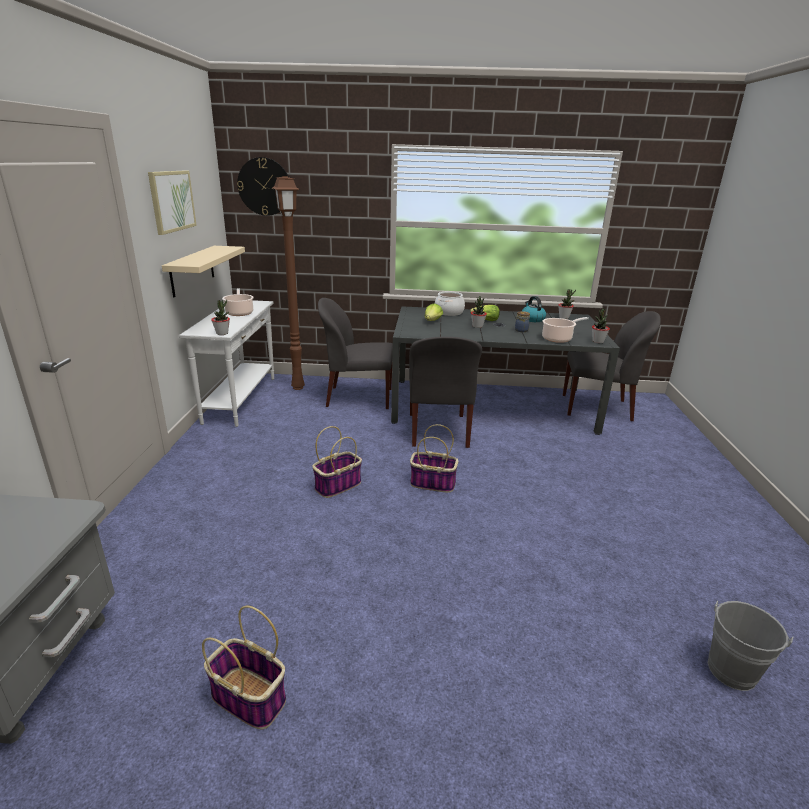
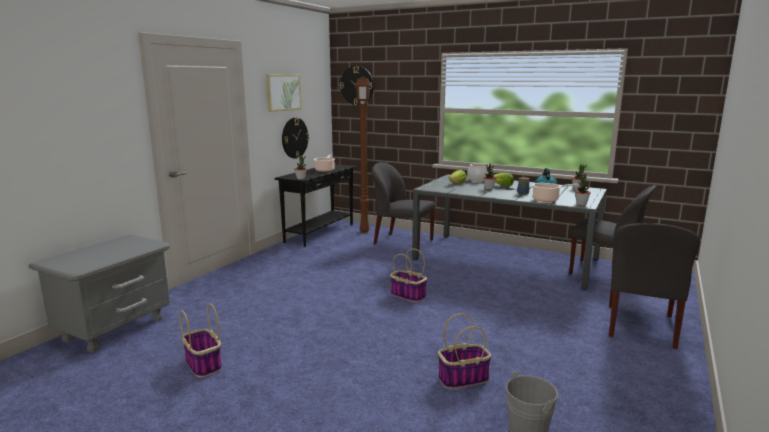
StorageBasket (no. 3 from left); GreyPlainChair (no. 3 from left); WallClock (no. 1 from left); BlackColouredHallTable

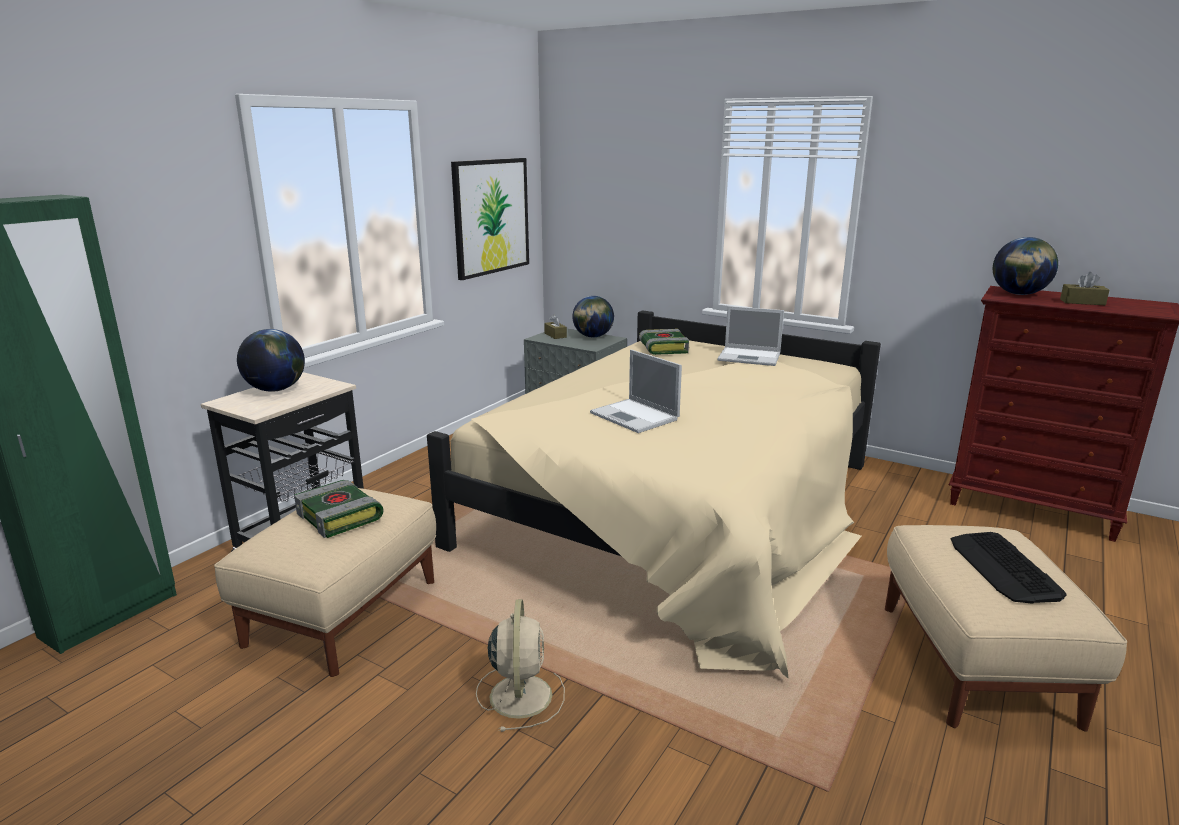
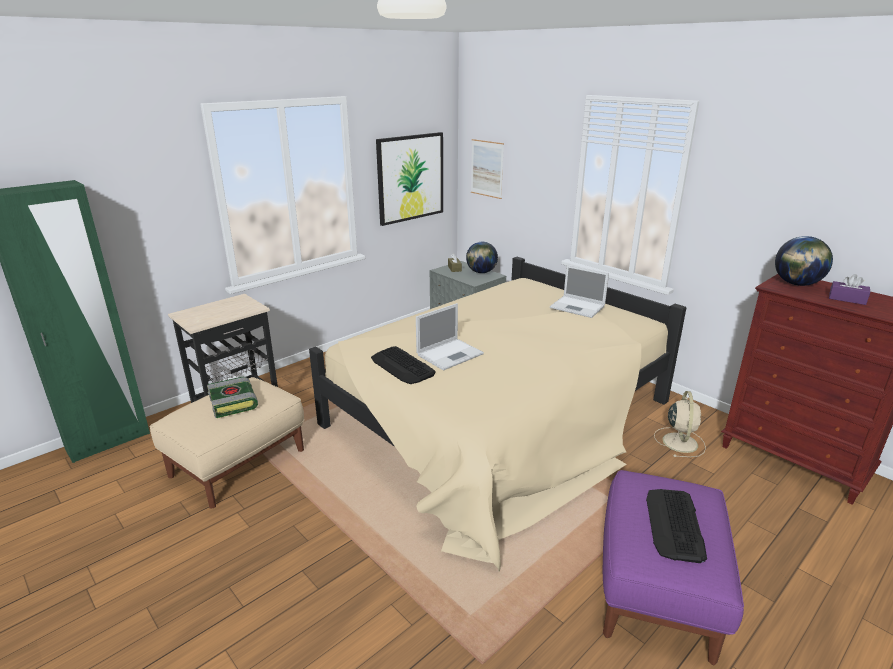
DeskGlobe (no. 1 from left in the first image); Volume (no. 2 from left in the first image); ComputerKeyboard (no. 1 from left); Picture (no. 2 from left); SandColouredFan; PurpleColouredFootrest; PurpleColouredBoxOfTissues; PortableComputer (no. 1 from left)

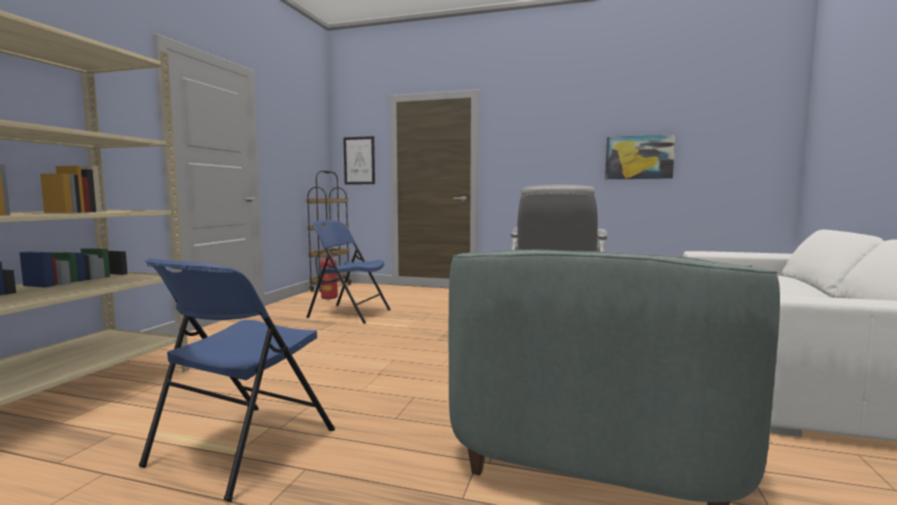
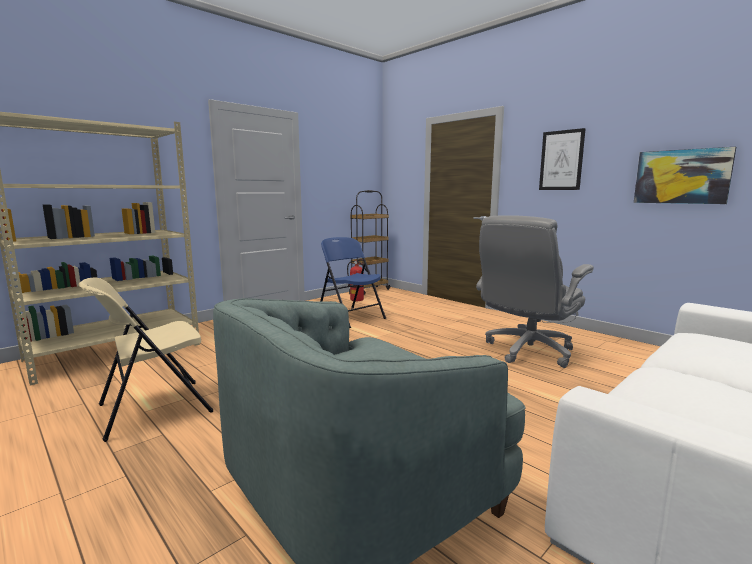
Picture (no. 1 from left); SandColouredPlainChair

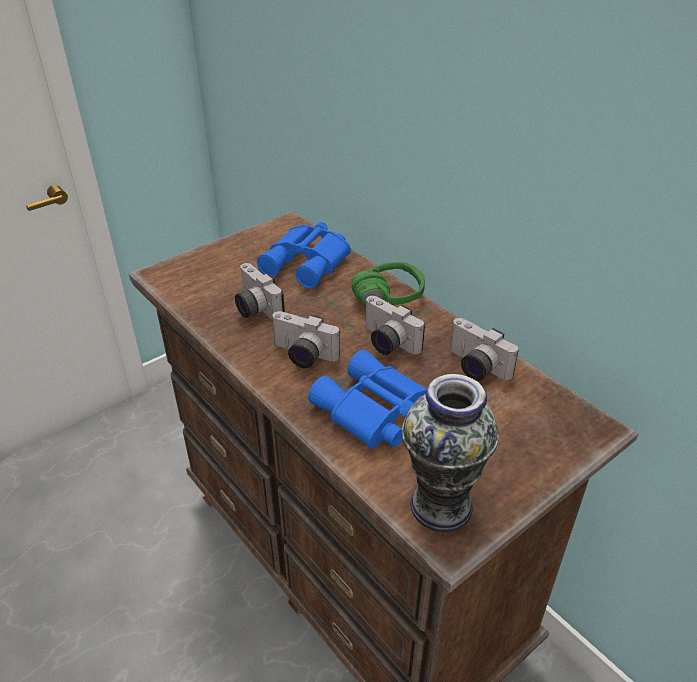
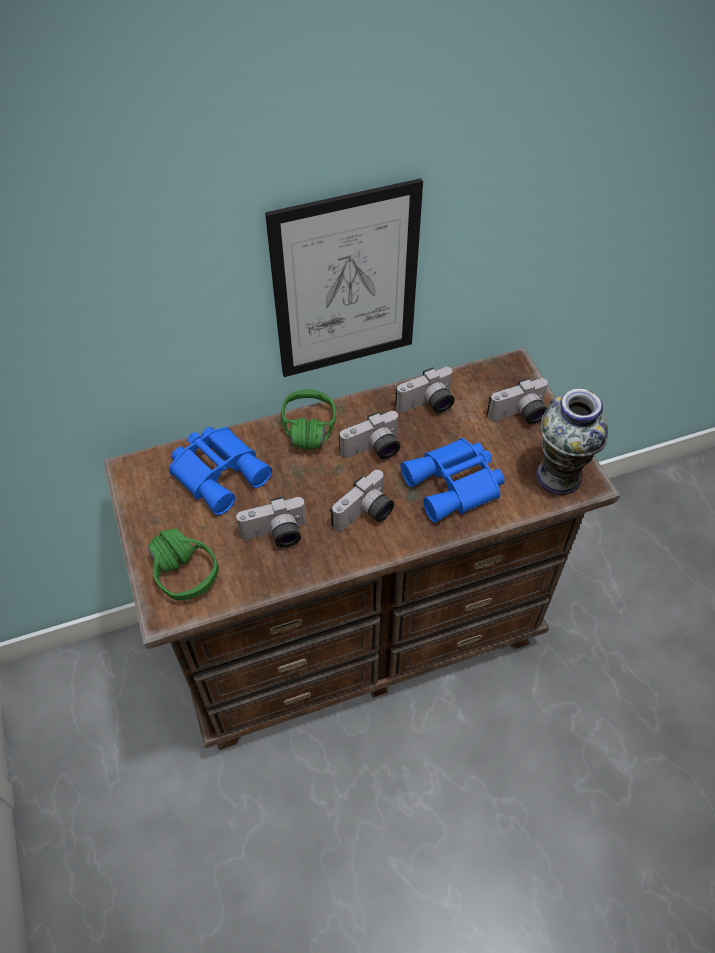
GreenishHeadphones (no. 1 from left); Picture; StillCamera (no. 5 from left)

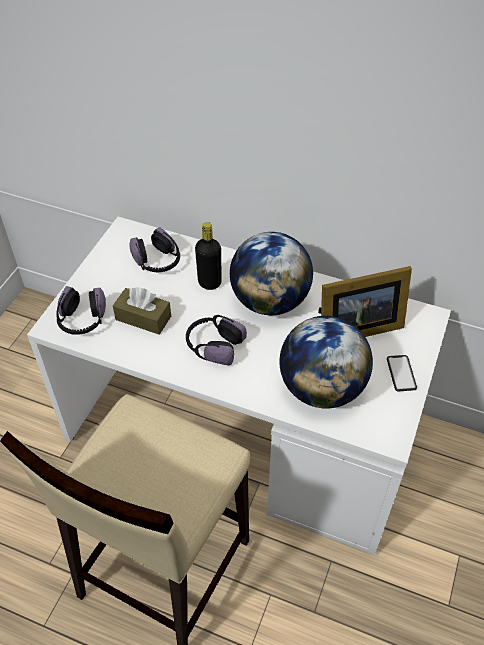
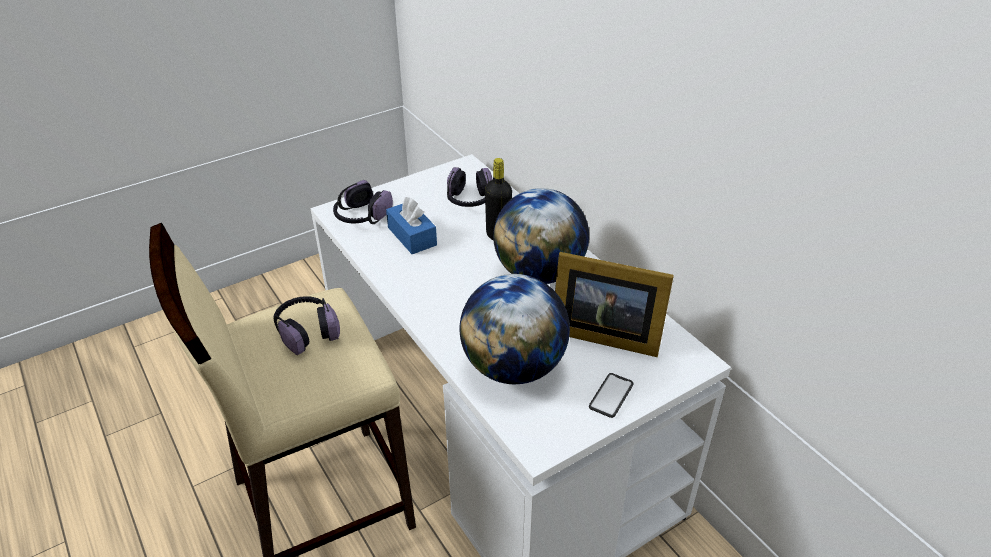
Headphones (no. 1 from left); BluishBoxOfTissues

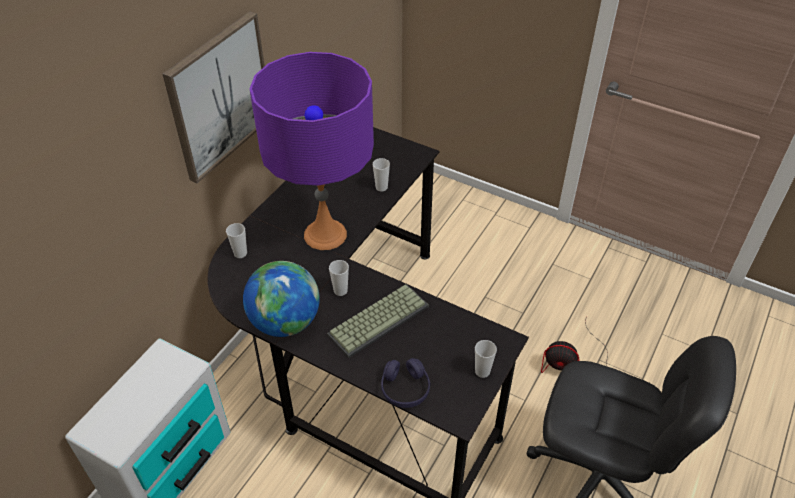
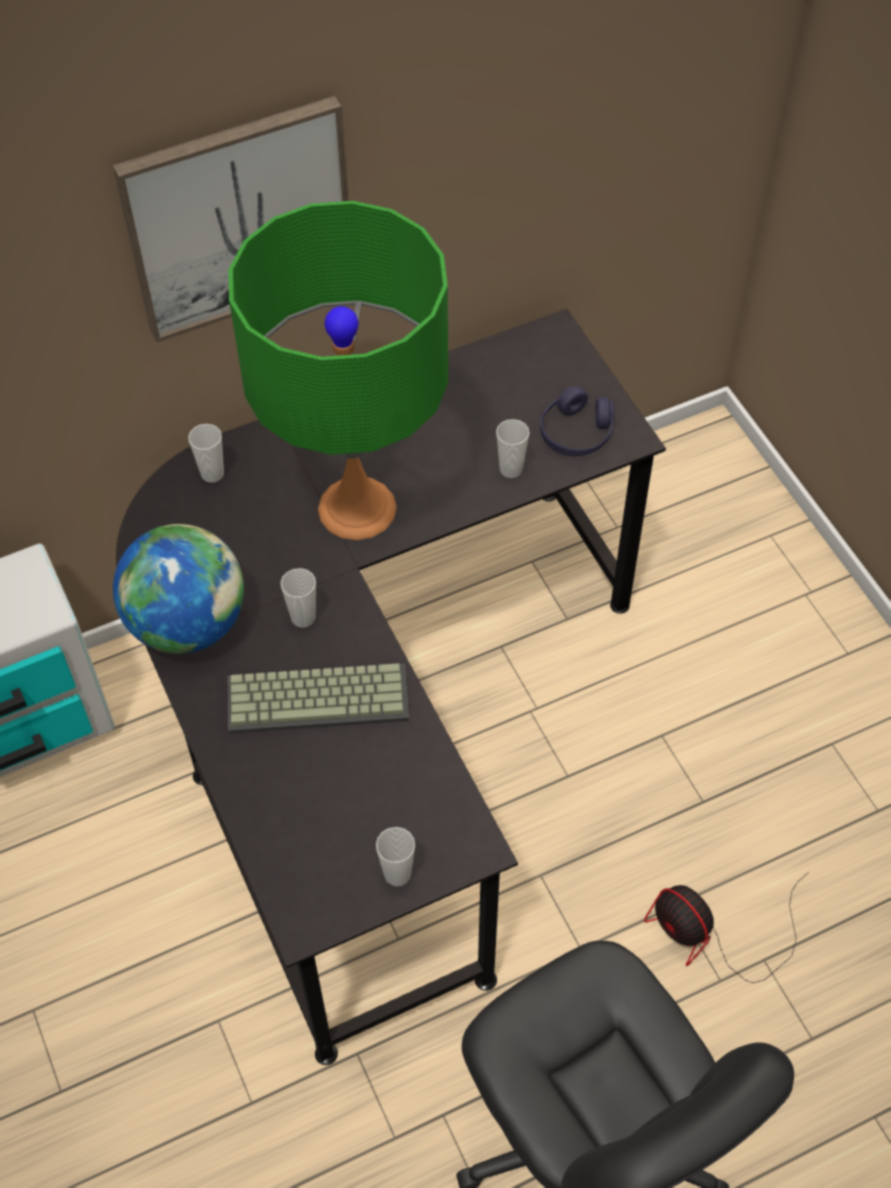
PurpleColouredHeadphones; GreenishTableLamp

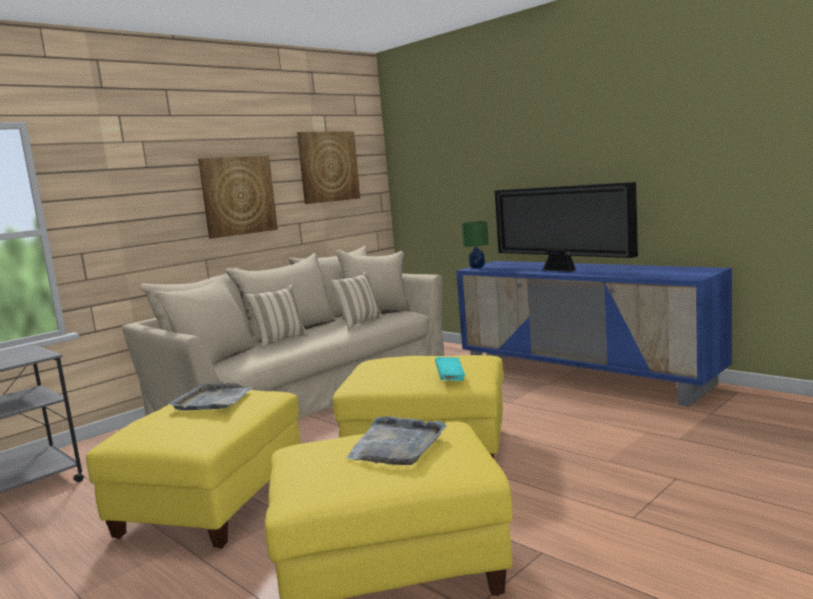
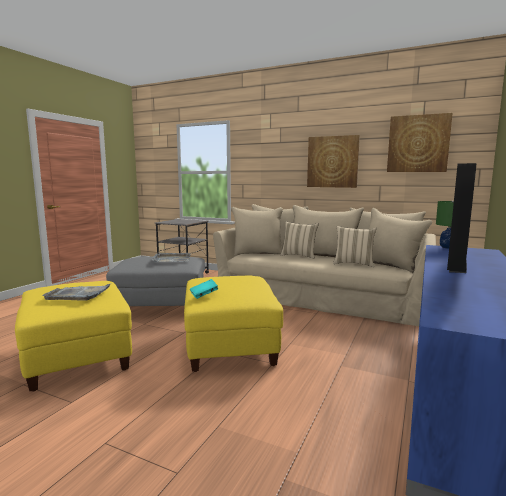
GreyFootrest

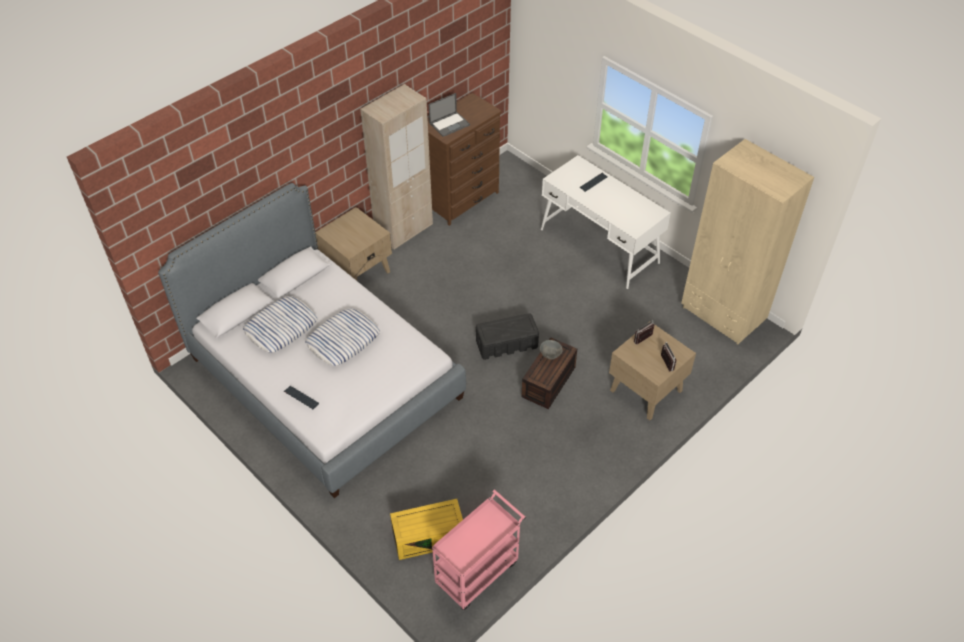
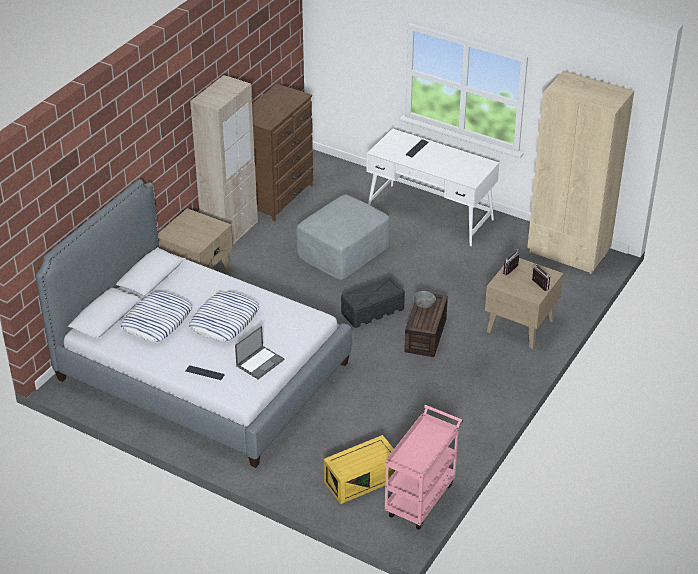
GreyFootrest; PortableComputer

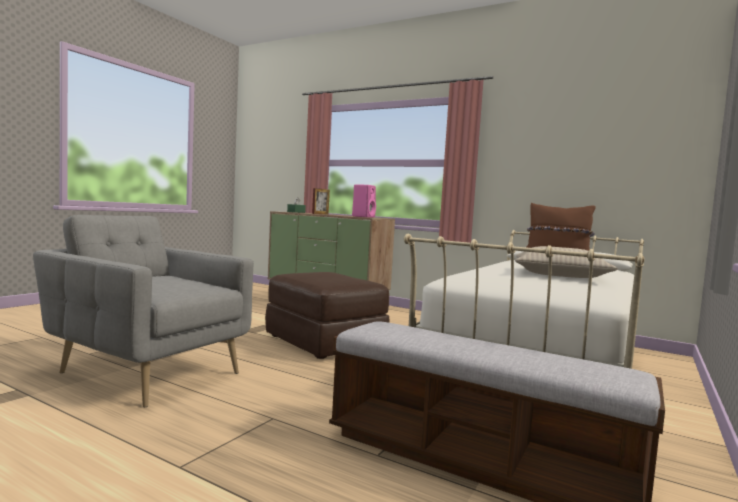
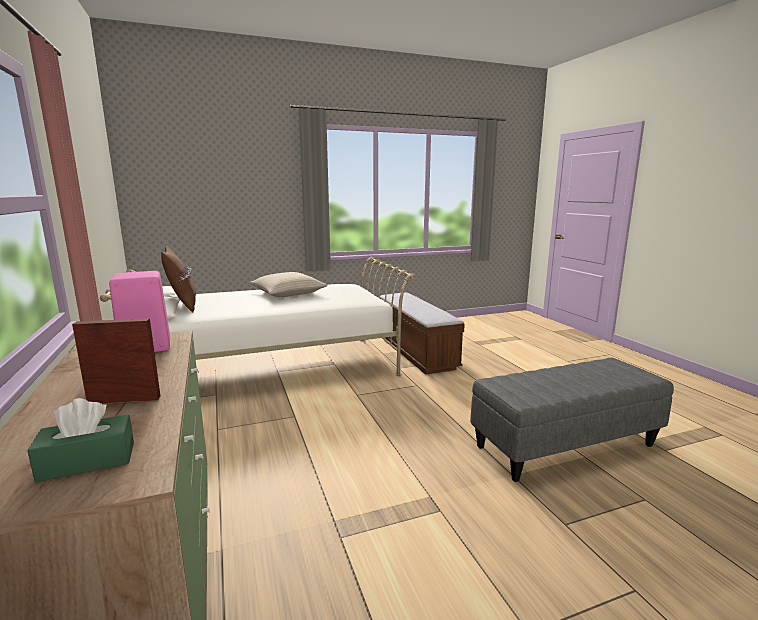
BrownColouredFootrest; GreyFootrest

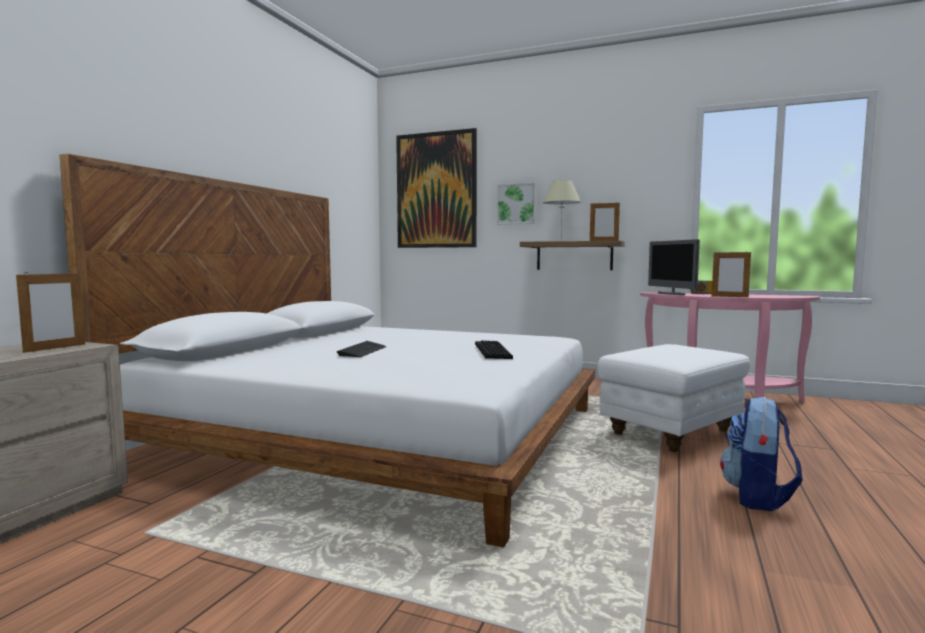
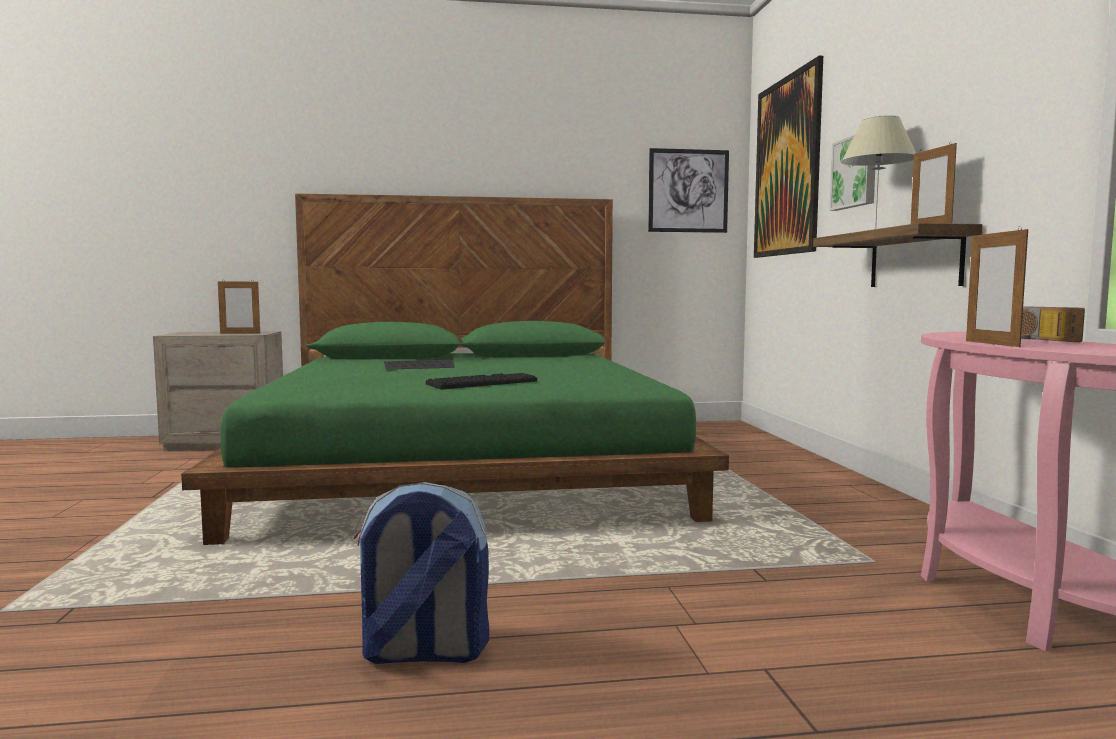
WhitishFootrest; ComputerDisplay; Picture (no. 1 from left); GreenishBed

